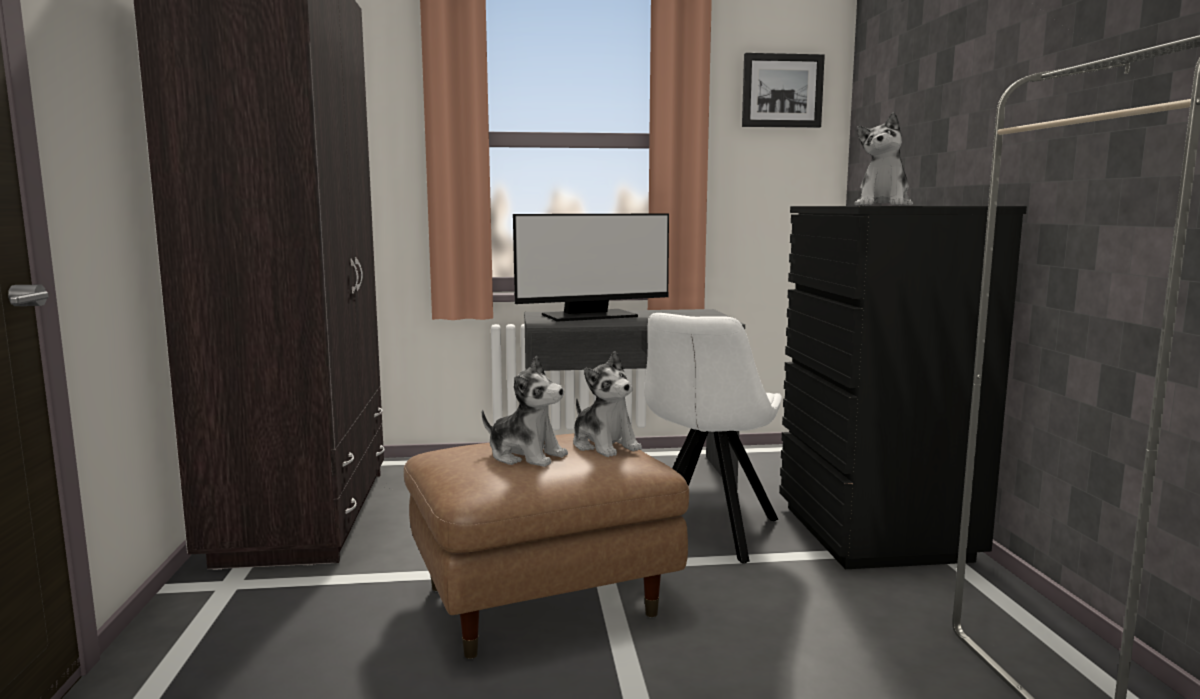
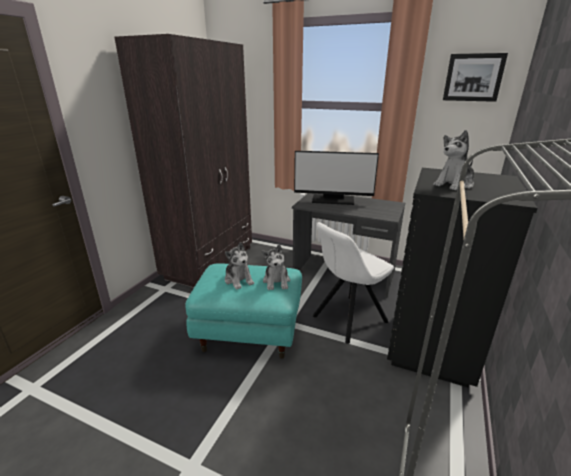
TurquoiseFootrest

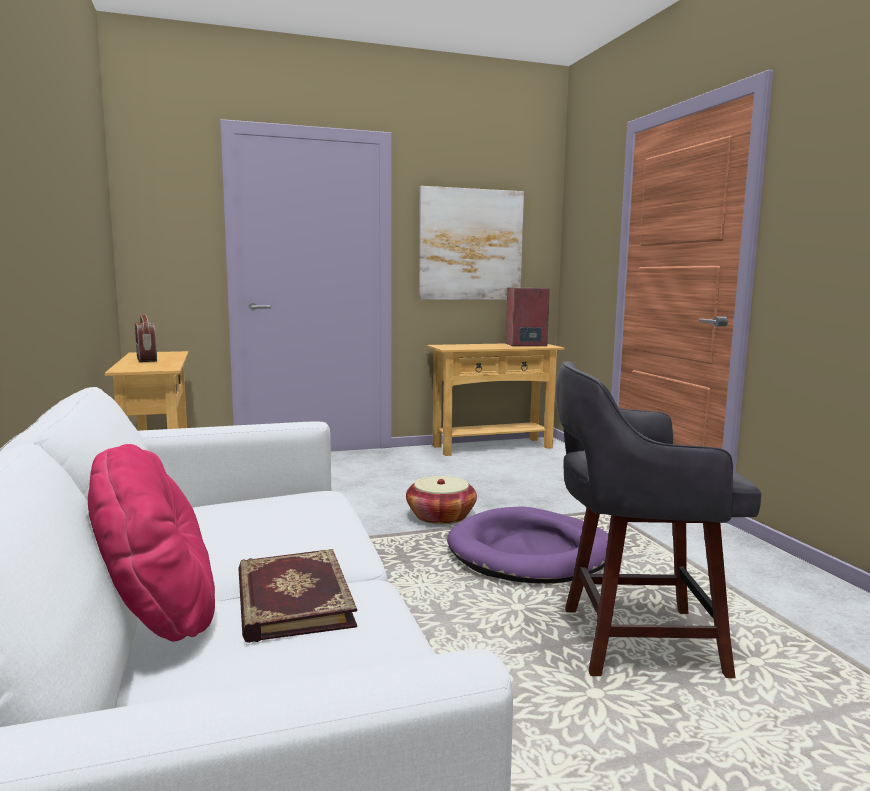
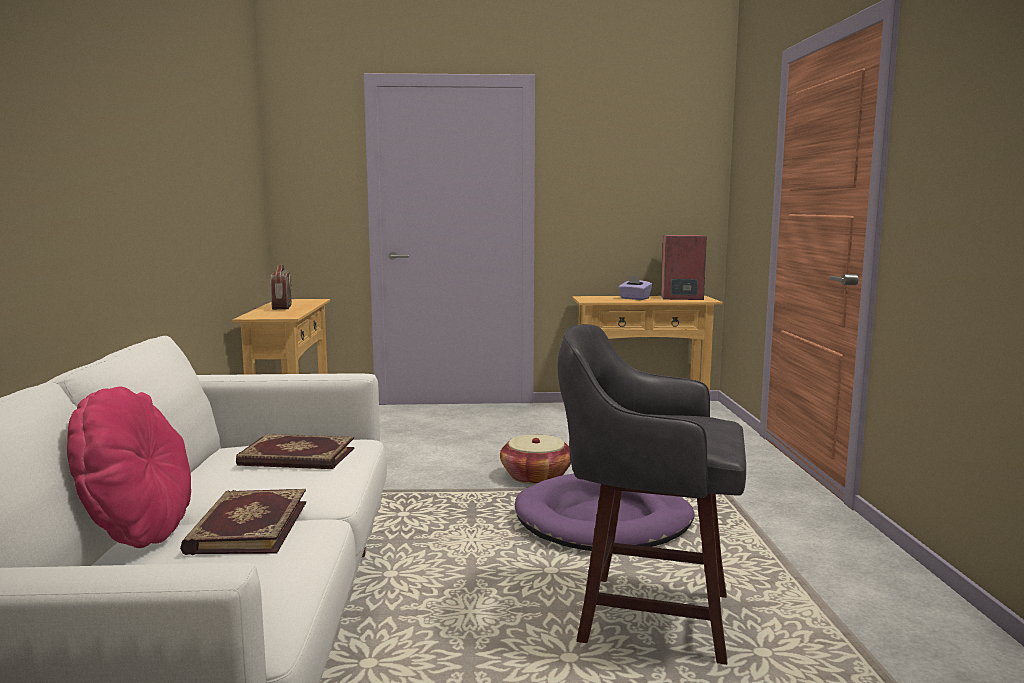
Picture; Volume (no. 2 from left); PurpleColouredBoxOfTissues

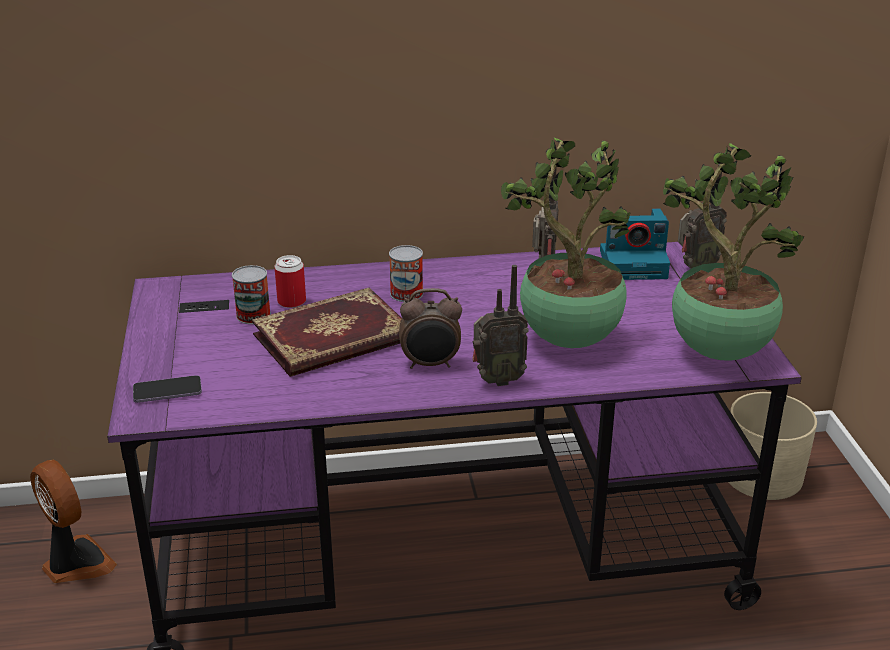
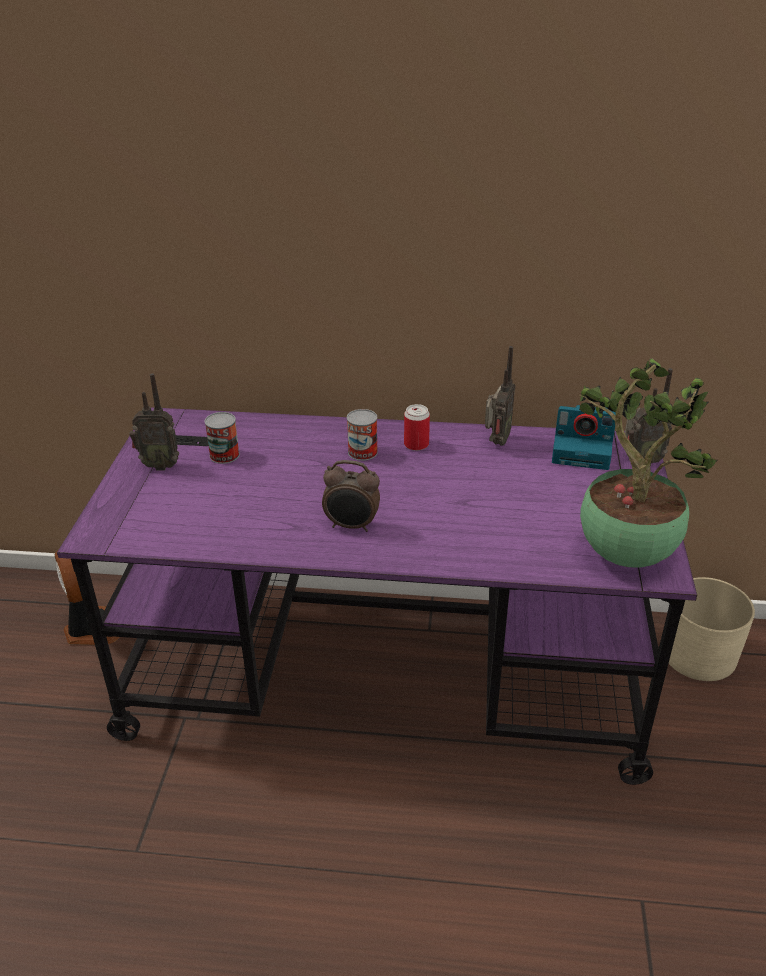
Handset; Volume; Houseplant (no. 1 from left in the first image); MetalCan (no. 3 from left); Radio (no. 1 from left)

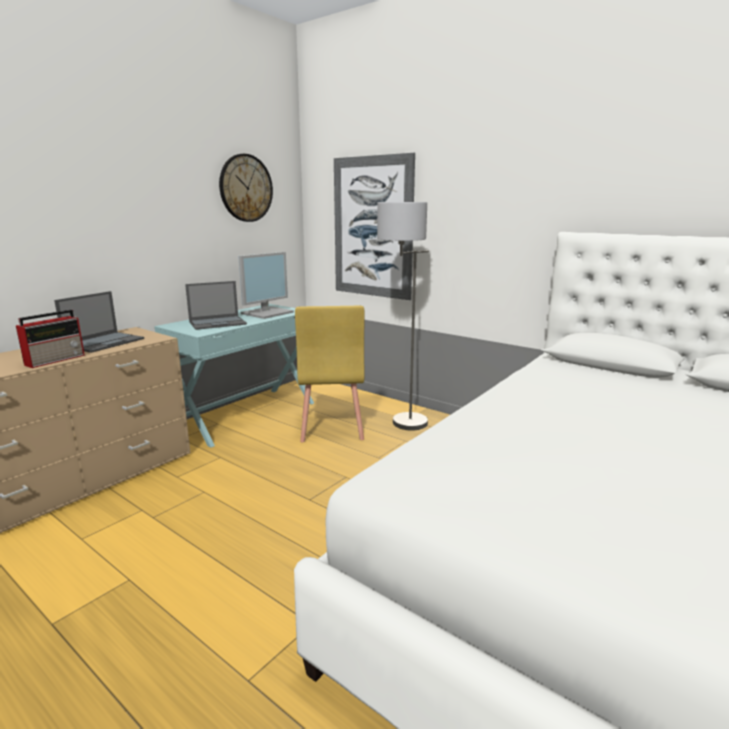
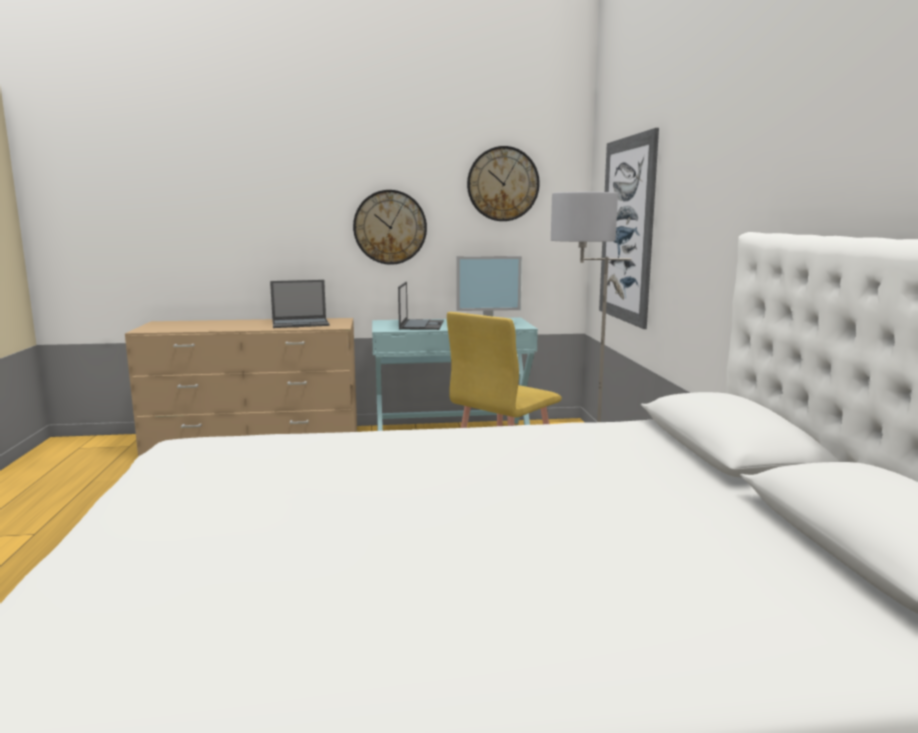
Radio; WallClock (no. 1 from left); PortableComputer (no. 2 from left)

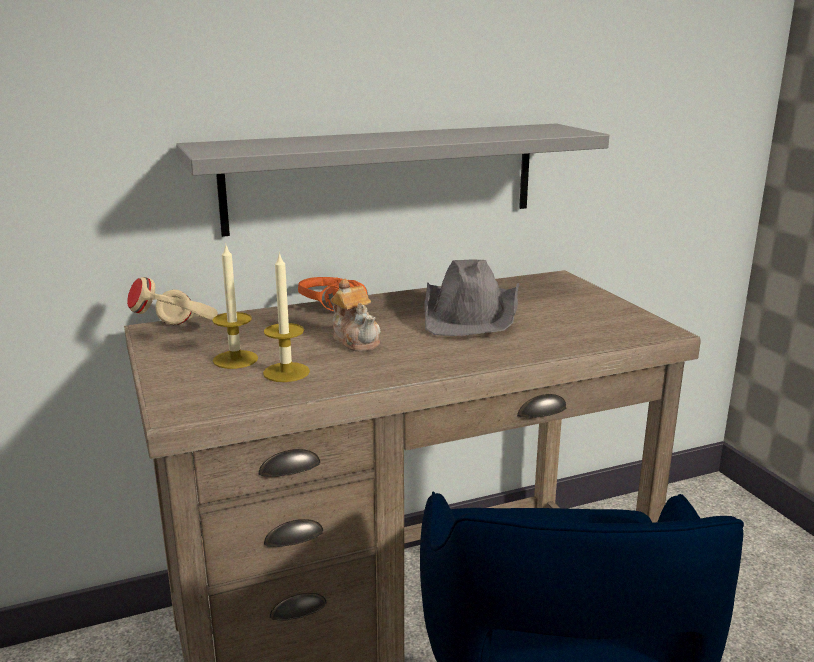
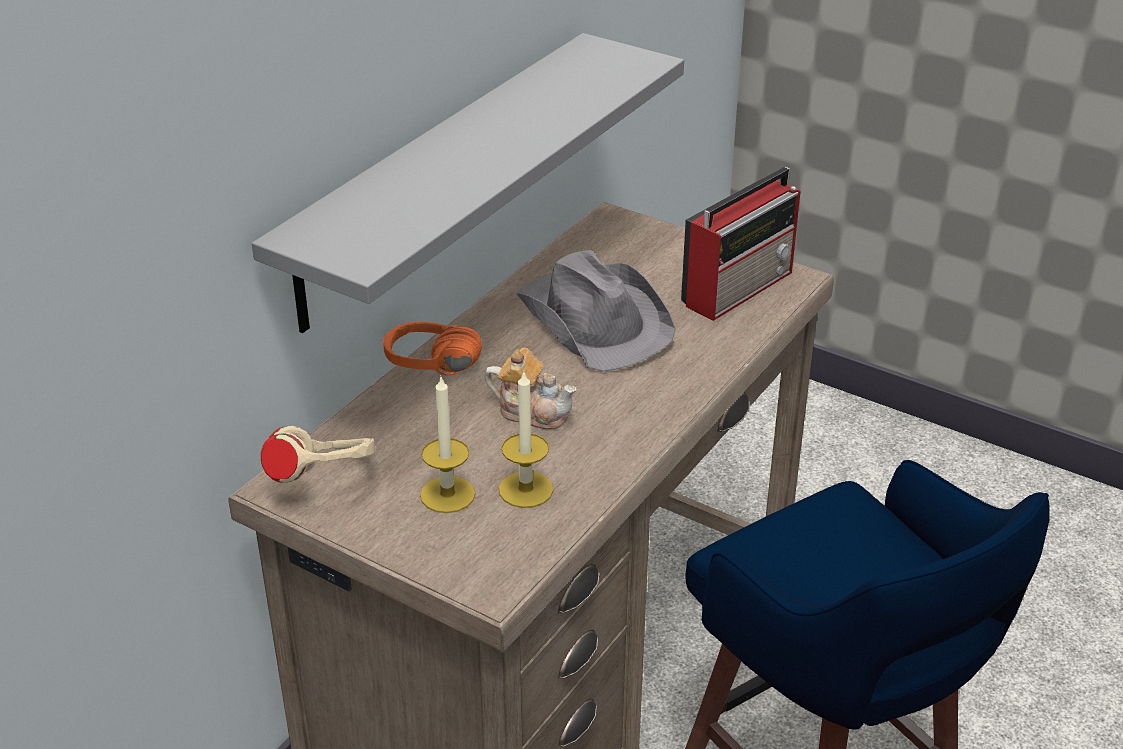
Radio

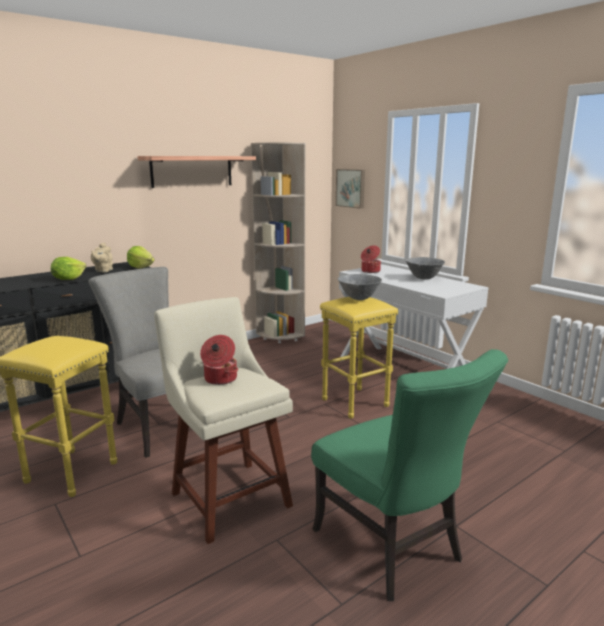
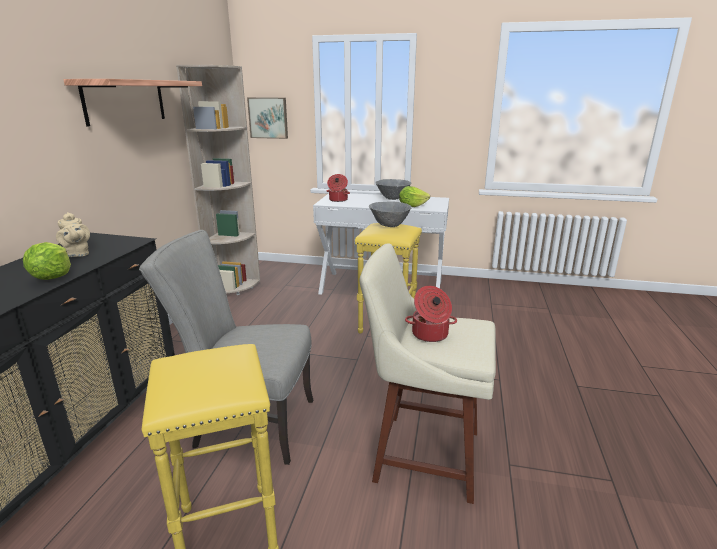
GreenishPlainChair; LettuceHead (no. 2 from left)

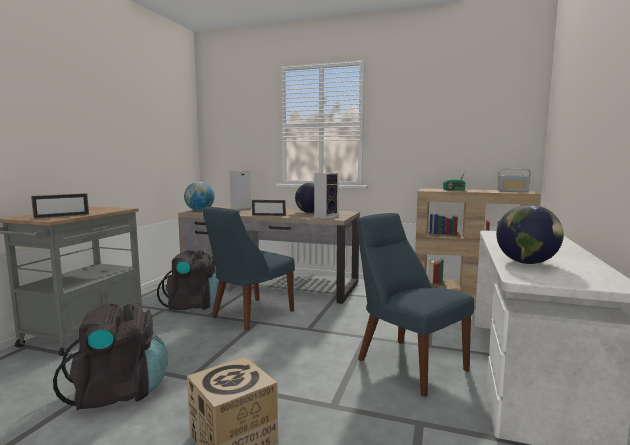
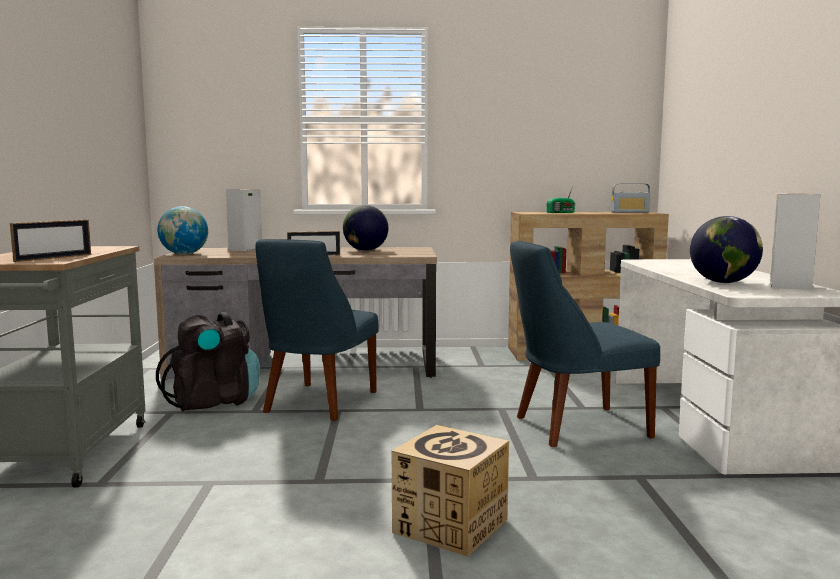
BlackColouredKnapsack (no. 1 from left in the first image); Speaker (no. 2 from left); BluishPlainChair (no. 2 from left)

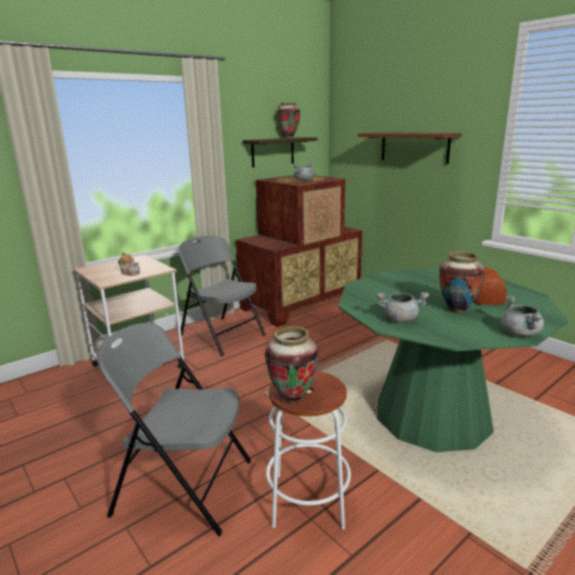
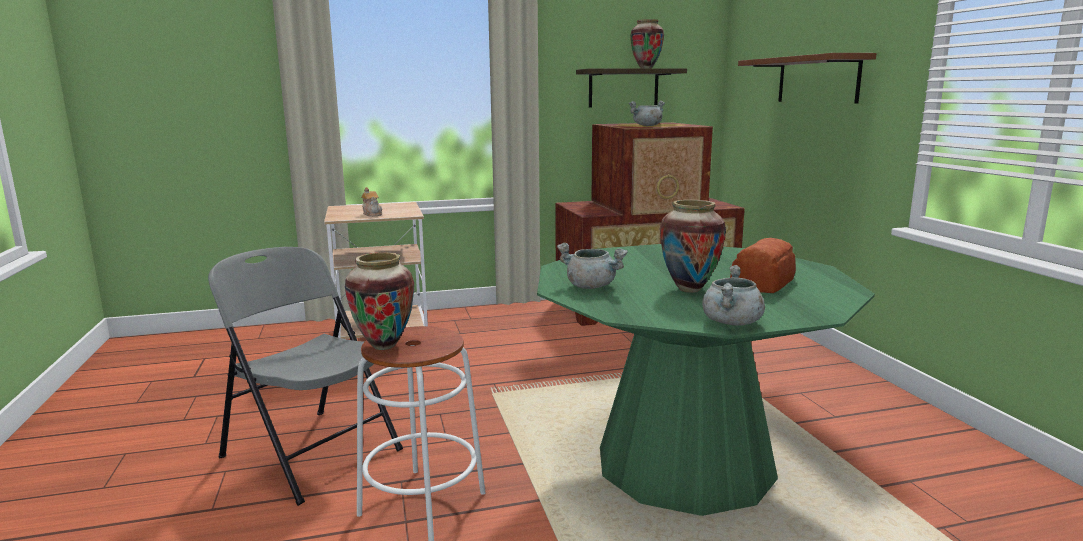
GreyPlainChair (no. 2 from left in the first image)

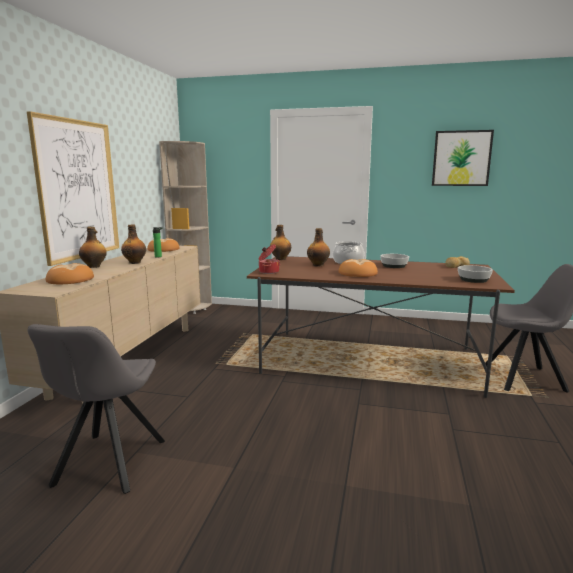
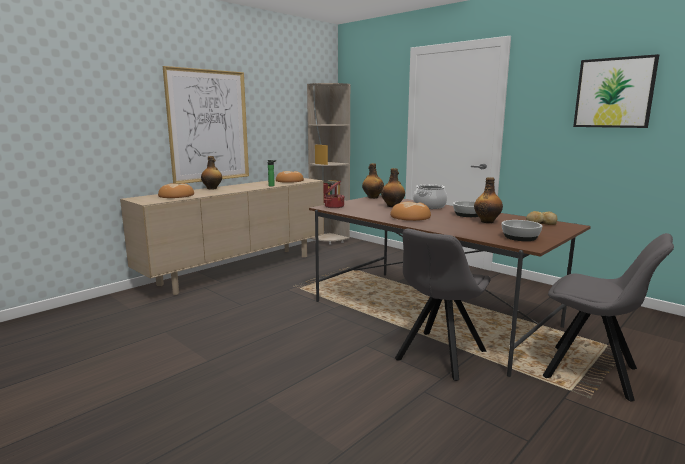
GreyPlainChair (no. 1 from left); BeverageBottle (no. 5 from left)

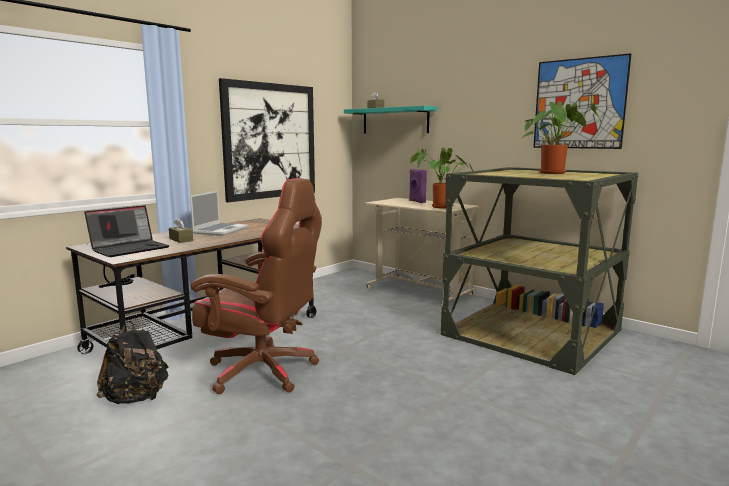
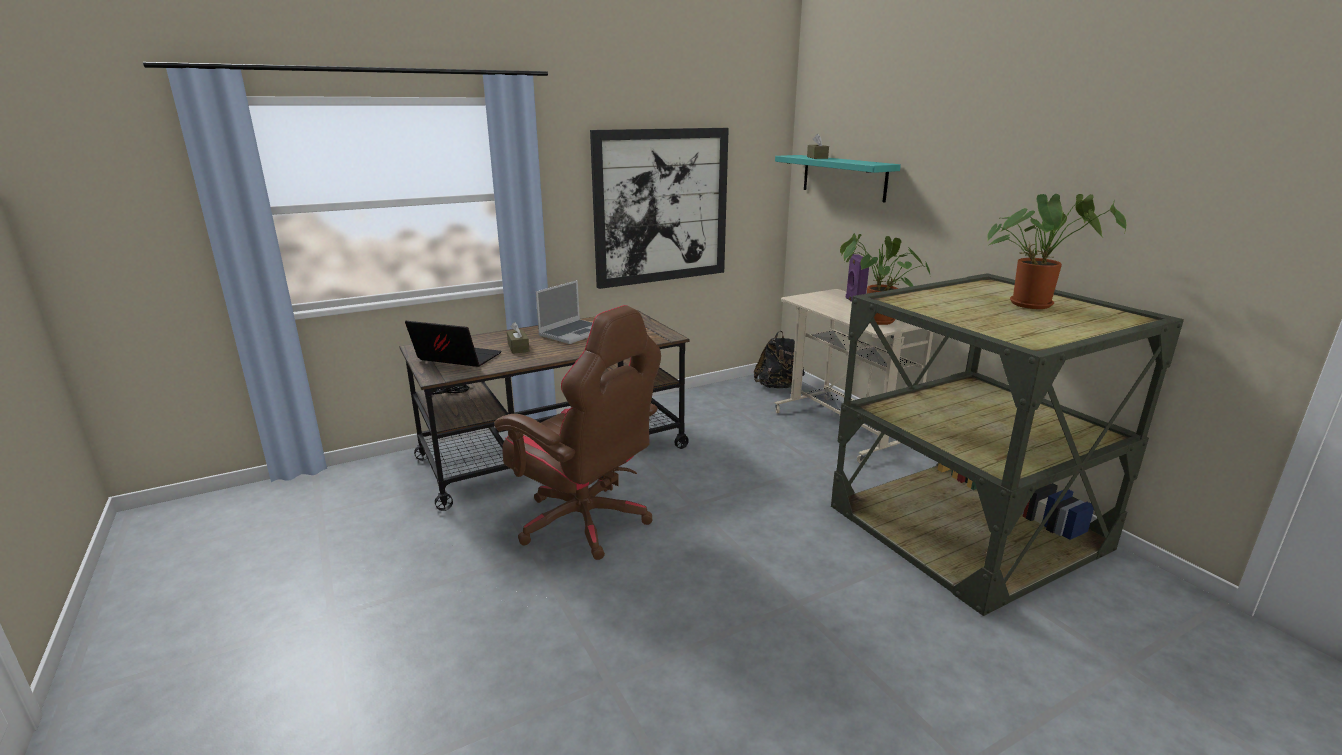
Picture (no. 2 from left in the first image); BlackColouredKnapsack; PortableComputer (no. 1 from left)

